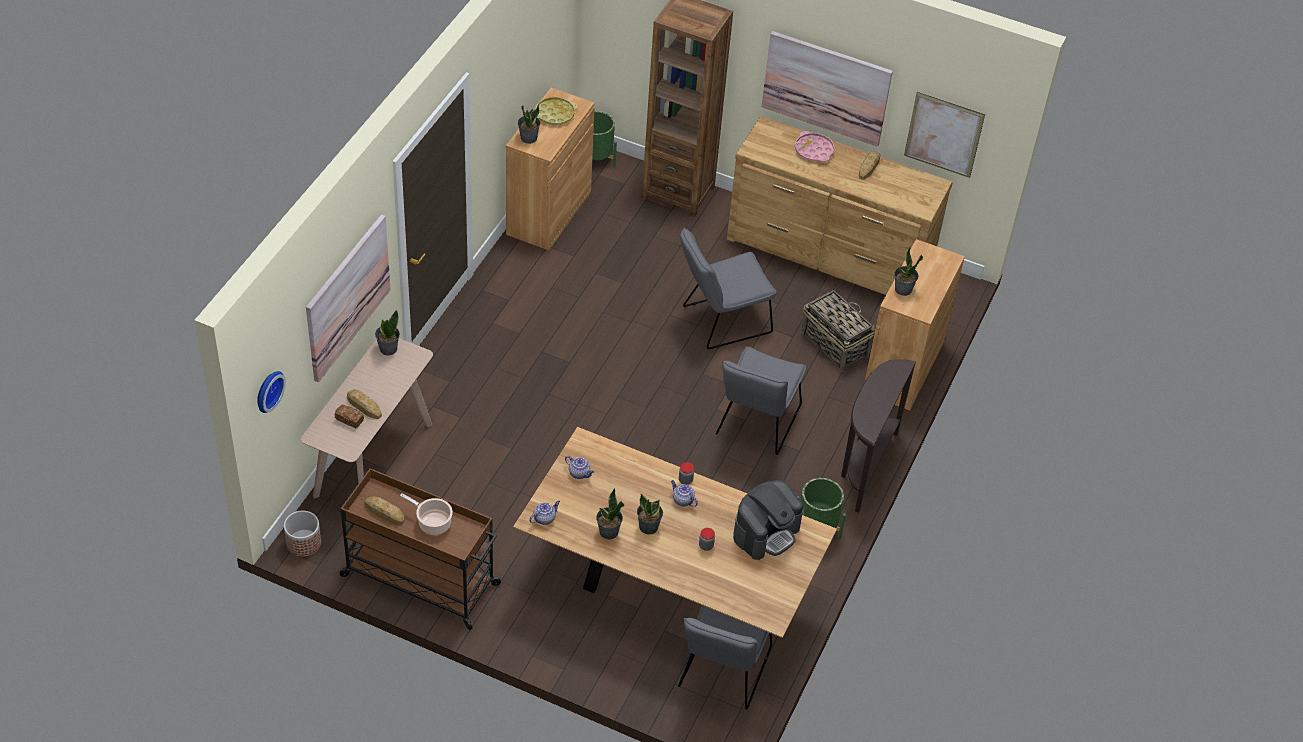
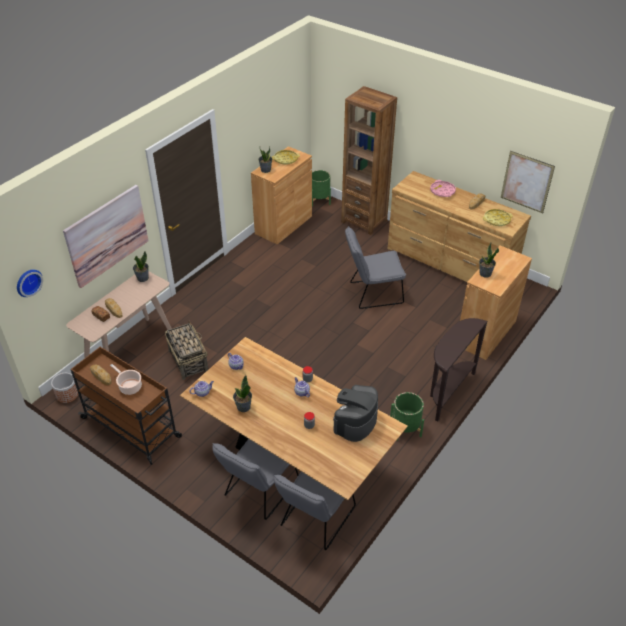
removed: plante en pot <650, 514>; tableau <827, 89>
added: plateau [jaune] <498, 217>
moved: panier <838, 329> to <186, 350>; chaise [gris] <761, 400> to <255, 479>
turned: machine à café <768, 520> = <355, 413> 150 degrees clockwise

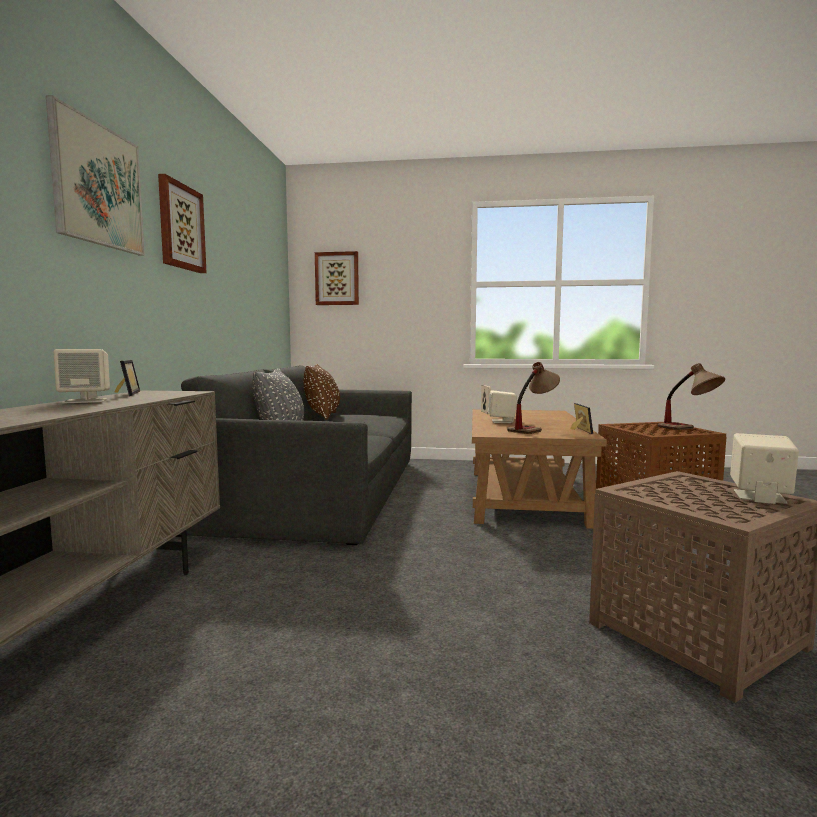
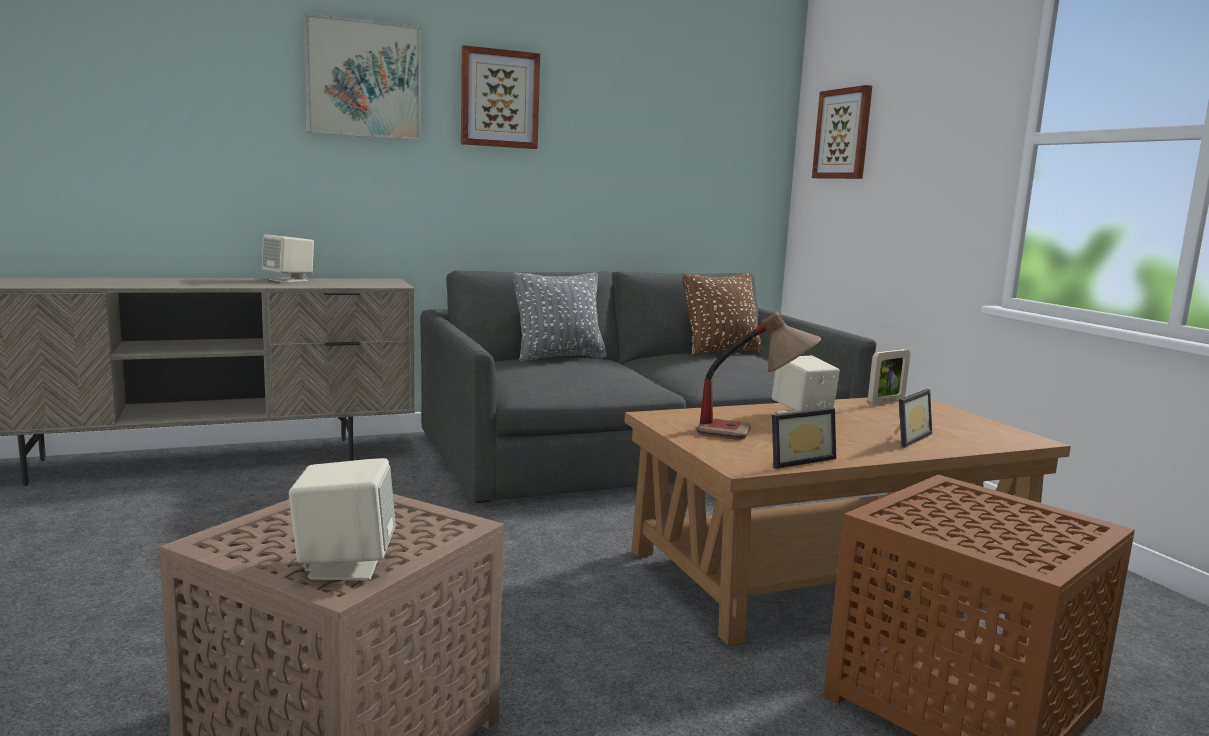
removed: lampe de table <691, 396>
moved: cadre photo <127, 377> to <913, 418>

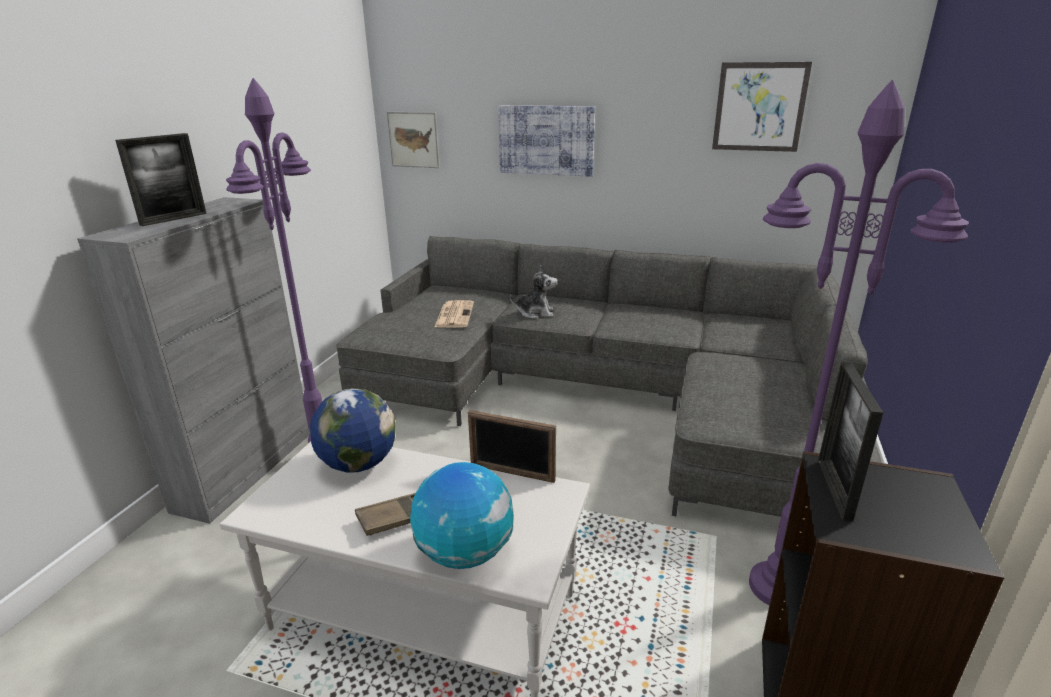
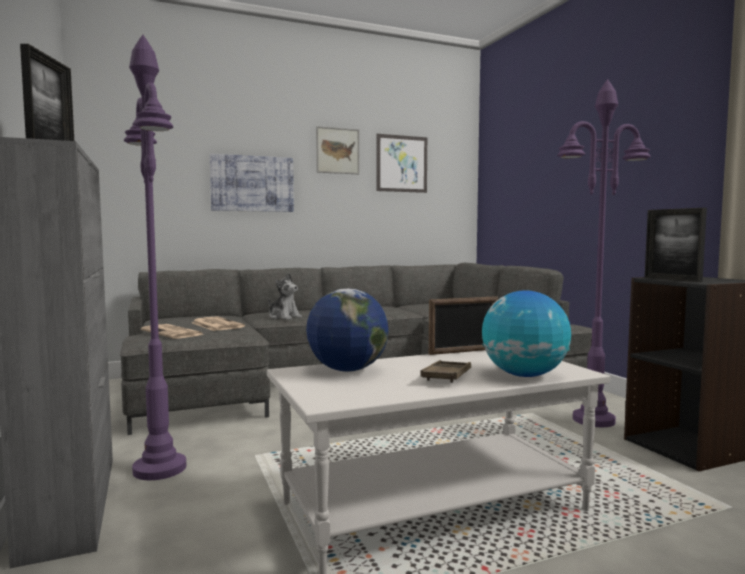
added: journal <173, 331>
moved: tableau <413, 140> to <337, 150>
turned: peluche <534, 292> = <285, 296> 75 degrees clockwise

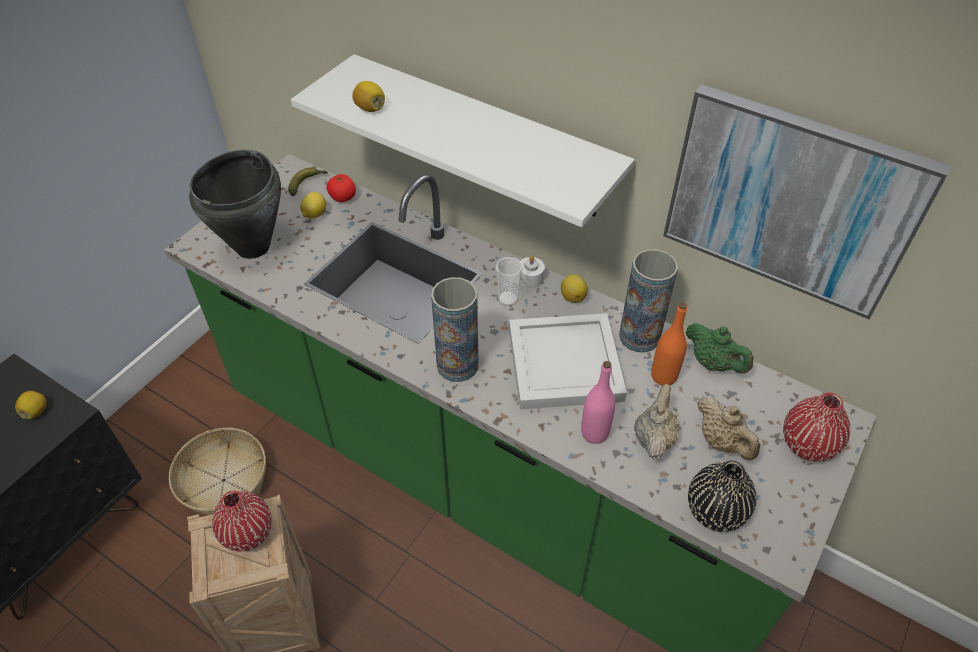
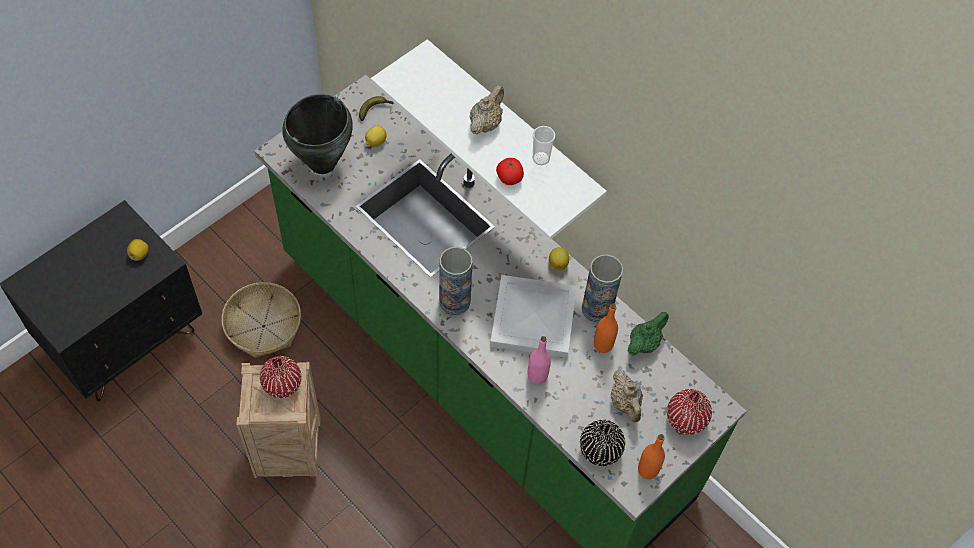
removed: citron <368, 96>; bougie [blanc] <532, 272>; tableau <807, 201>
added: bouteille [orange] <651, 456>
moved: théière [beige] <656, 422> to <487, 110>; tomate <341, 188> to <510, 171>; tasse <509, 281> to <544, 145>
turned: théière [vert] <719, 348> = <648, 334> 105 degrees counterclockwise

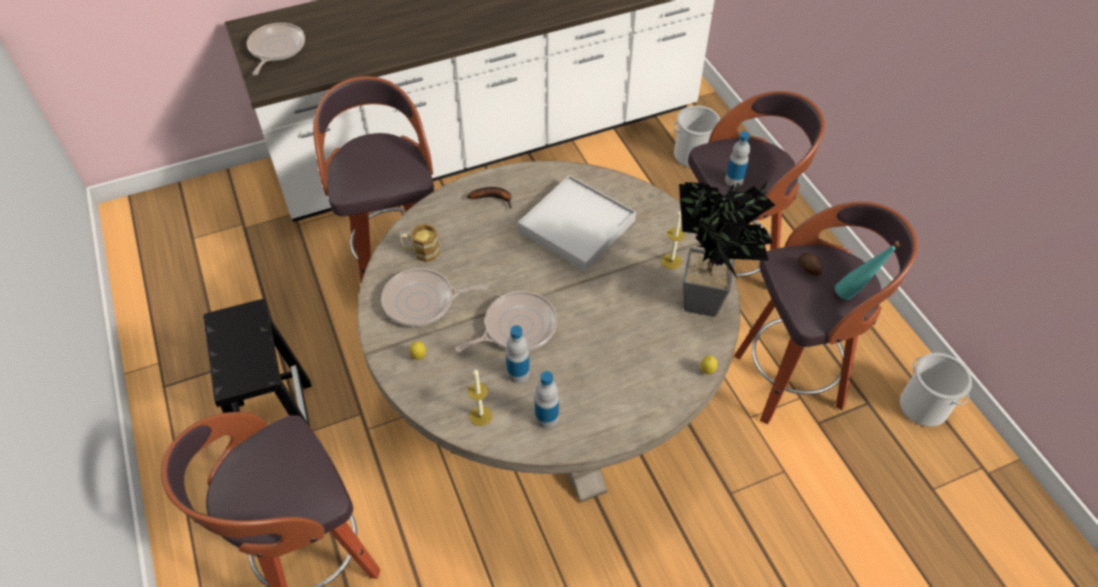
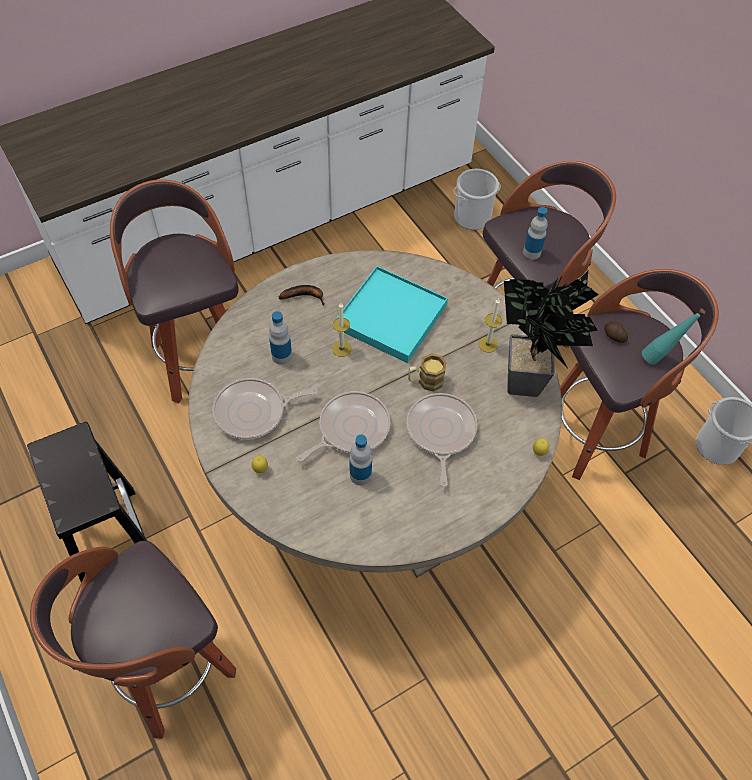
moved: bouteille <547, 400> to <280, 338>; bougie <480, 397> to <342, 330>; poêle <276, 49> to <441, 440>; mug <420, 242> to <427, 372>
recoloured: plateau [blanc] <577, 223> to plateau [turquoise] <391, 314>

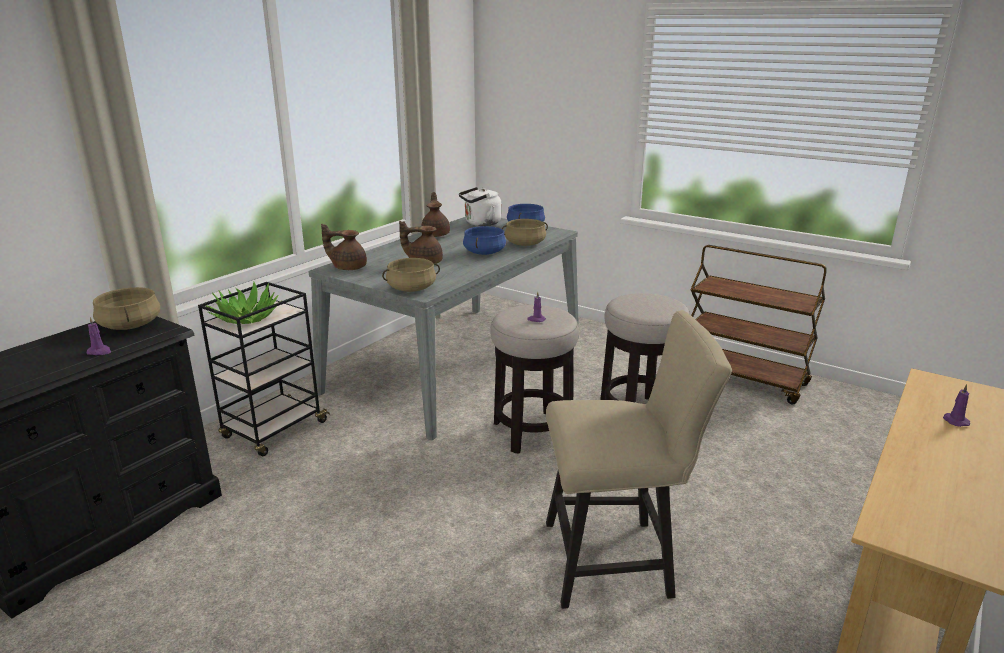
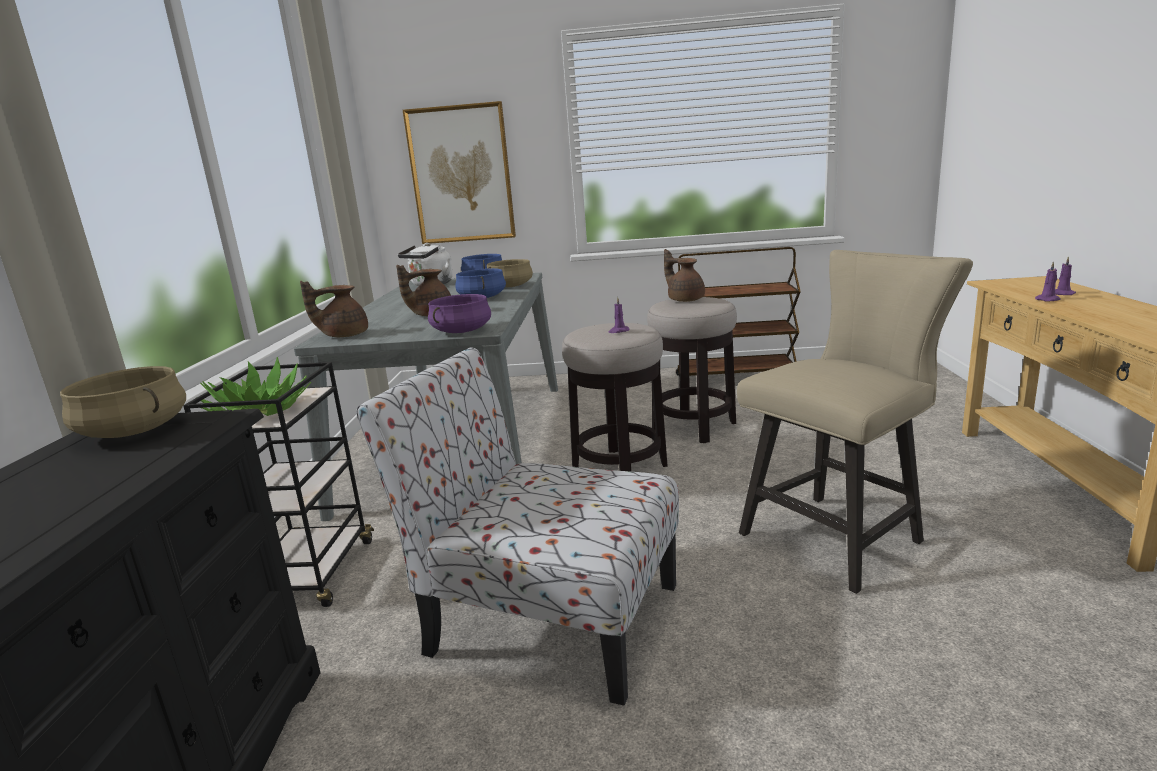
added: chaise <517, 526>; tableau <459, 172>
moved: théière [marron] <435, 214> to <684, 275>; bougie [violet] <99, 336> to <1048, 281>
recoloured: marmite [beige] <411, 275> to marmite [violet] <459, 313>

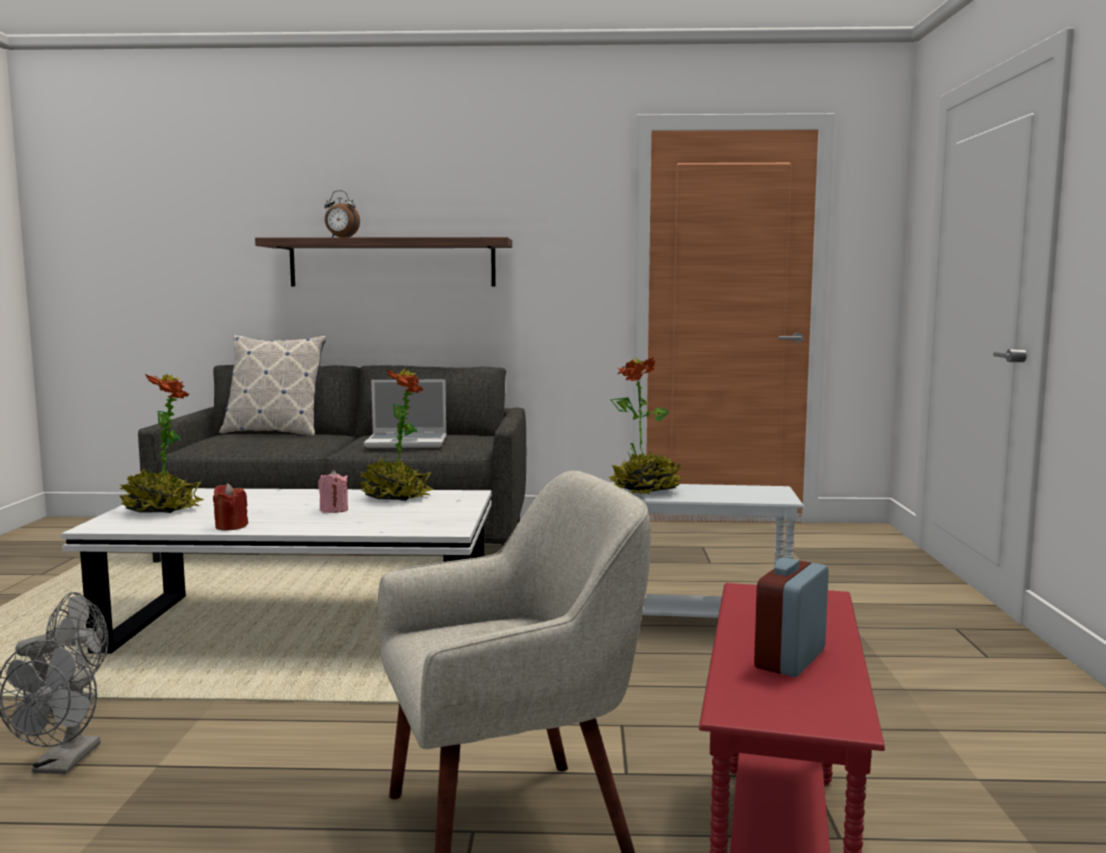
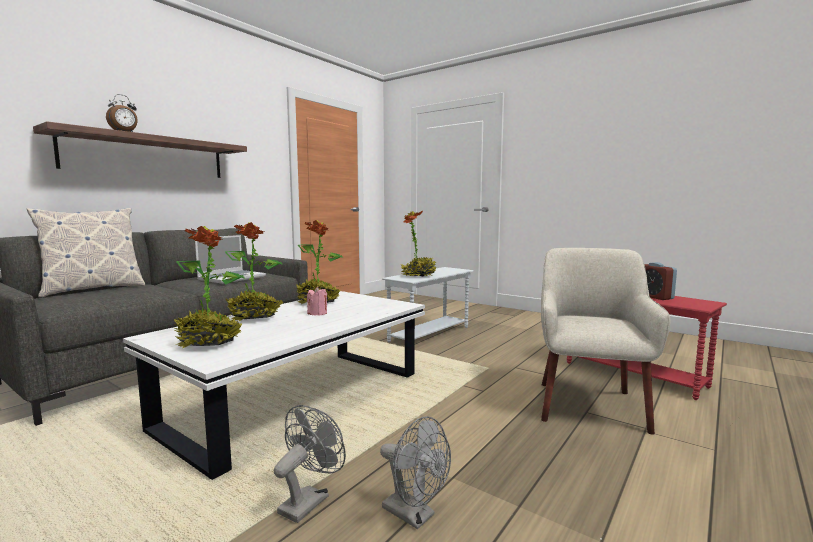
removed: bougie [rouge] <230, 507>
added: plante en pot <254, 271>

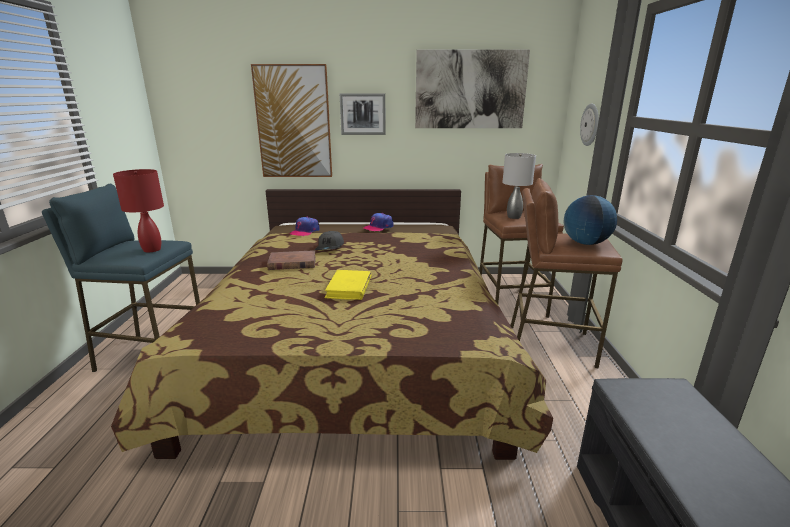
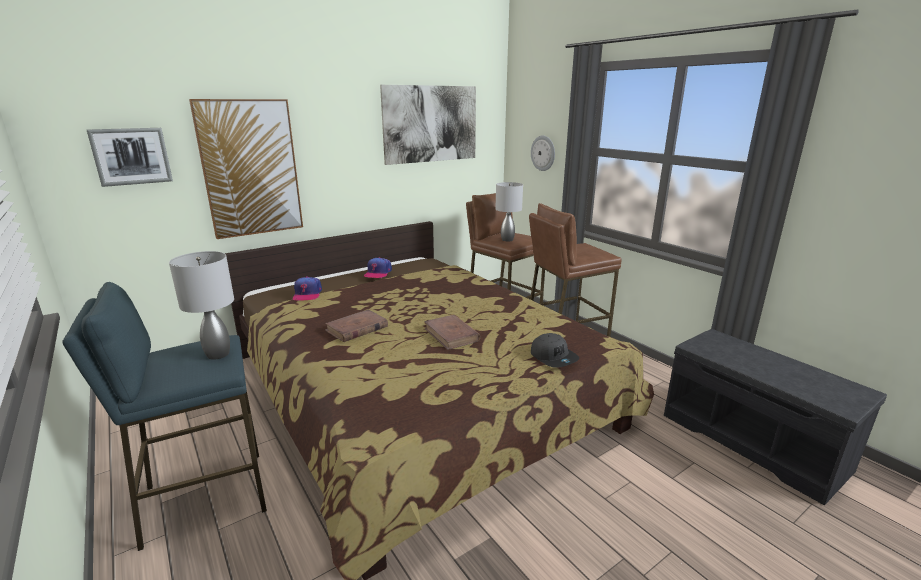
removed: globe <590, 220>
moved: tableau <363, 114> to <130, 157>; casquette [gris] <329, 240> to <555, 350>
recoloured: lampe de table [rouge] <138, 210> to lampe de table [gris] <201, 305>; livre [jaune] <347, 285> to livre [marron] <452, 332>

